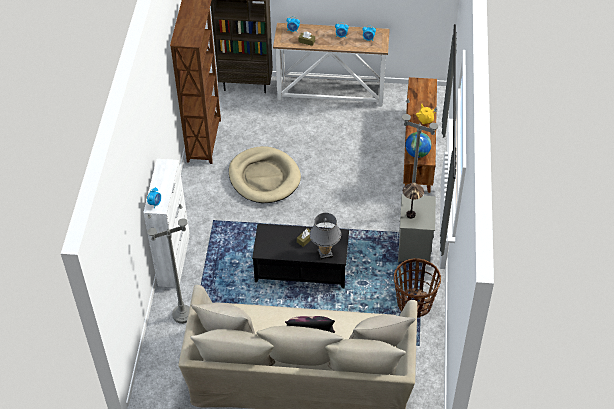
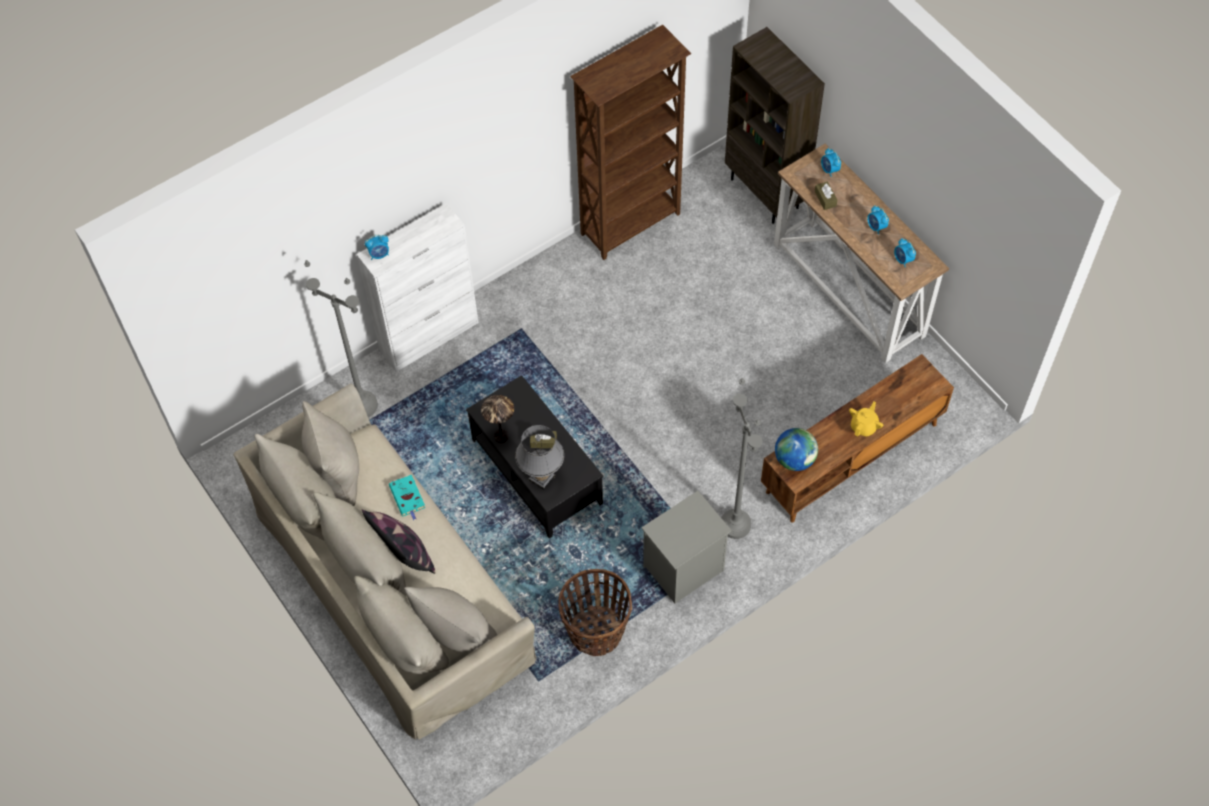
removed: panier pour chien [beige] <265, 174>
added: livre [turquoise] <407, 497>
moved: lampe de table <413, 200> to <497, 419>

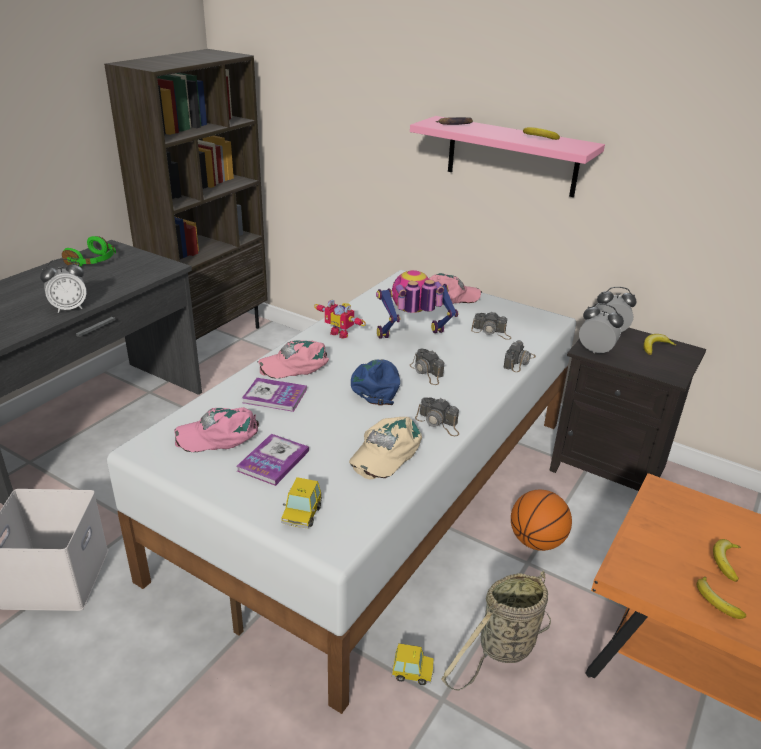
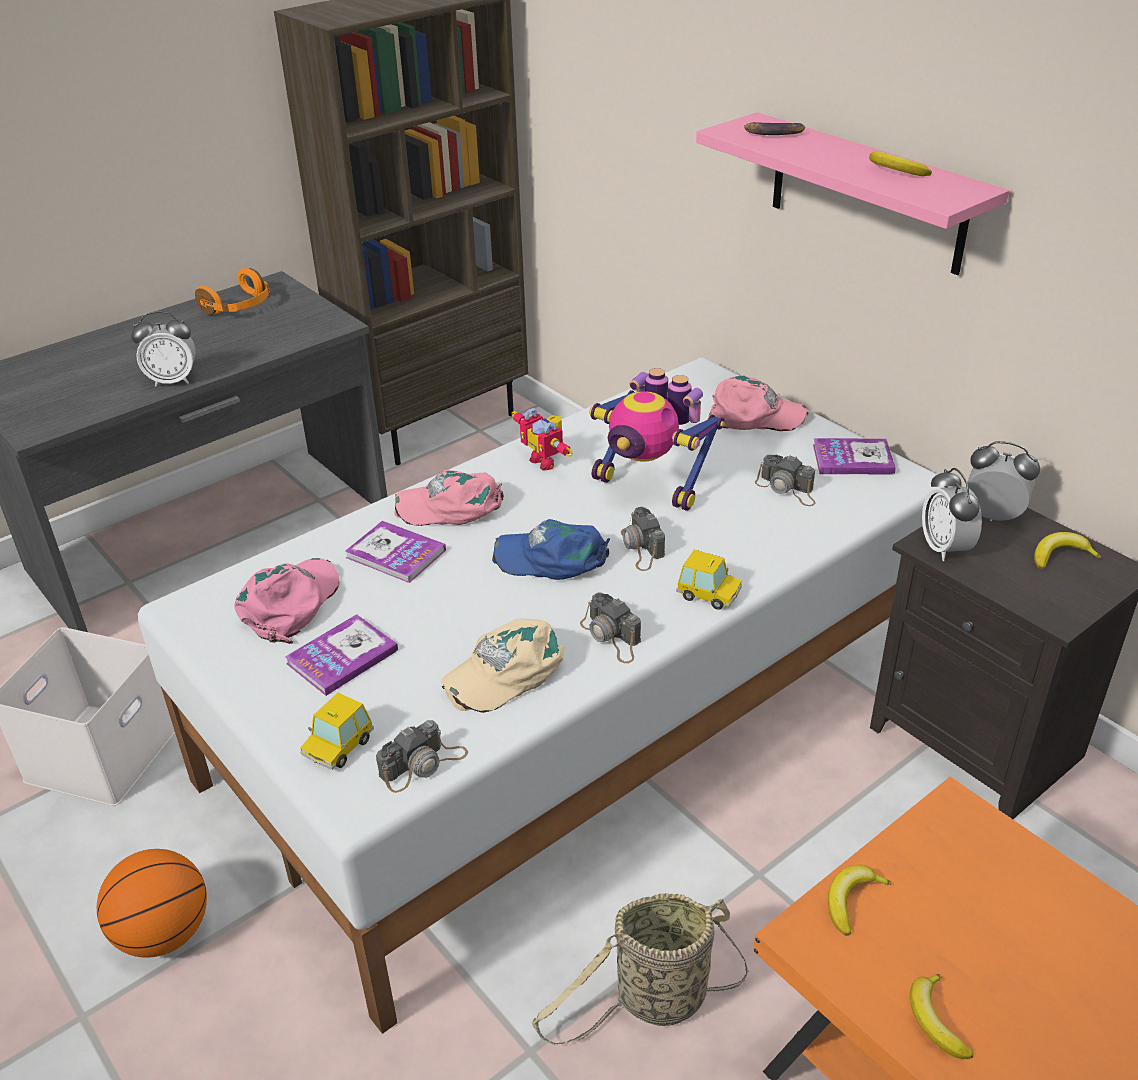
added: livre <854, 456>
moved: ballon de basket <541, 520> to <152, 903>; appareil photo <519, 356> to <422, 756>; petite voiture <412, 664> to <709, 580>; banane <727, 560> to <860, 900>
recoloured: casque audio [vert] <89, 251> to casque audio [orange] <232, 291>
turned: casquette [rose] <216, 429> = <287, 601> 105 degrees clockwise; casquette [bleu] <375, 382> = <551, 549> 105 degrees counterclockwise; robot jouet <417, 304> = <657, 439> 150 degrees counterclockwise; réveil <601, 328> = <952, 514> 150 degrees counterclockwise

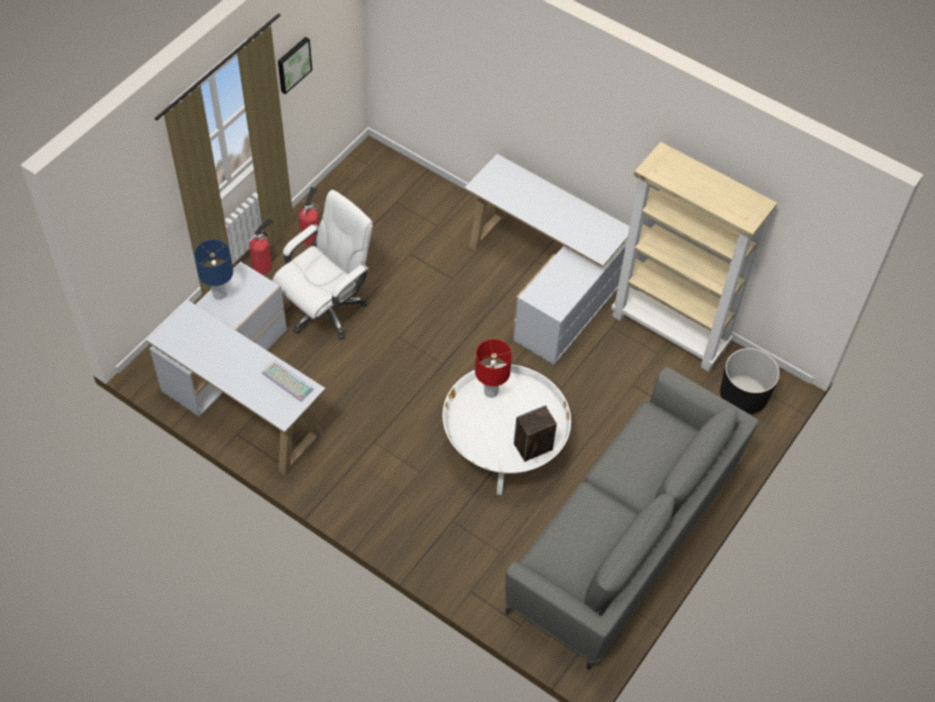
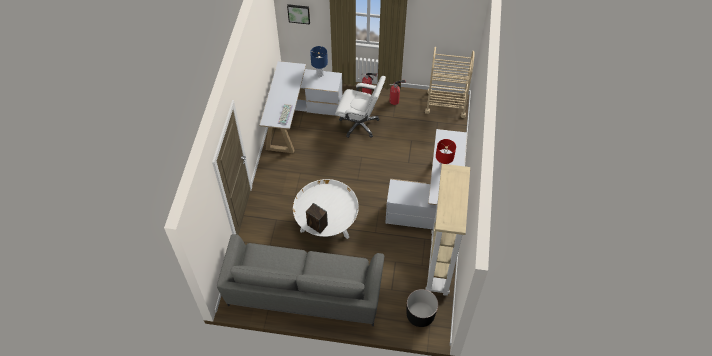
added: chariot [beige] <450, 82>
moved: tableau <295, 65> to <298, 14>; lampe de table [rouge] <493, 368> to <446, 154>

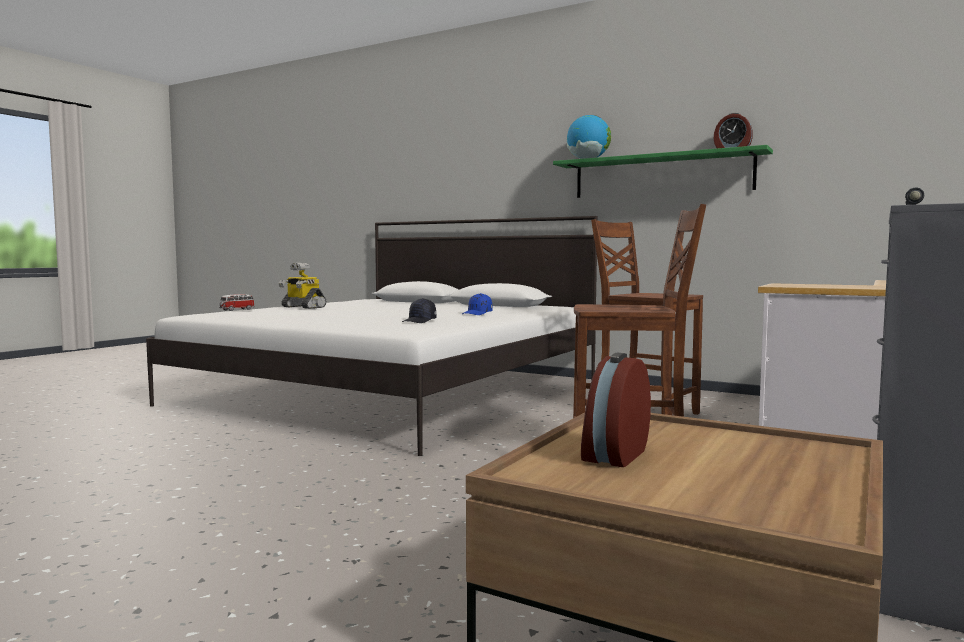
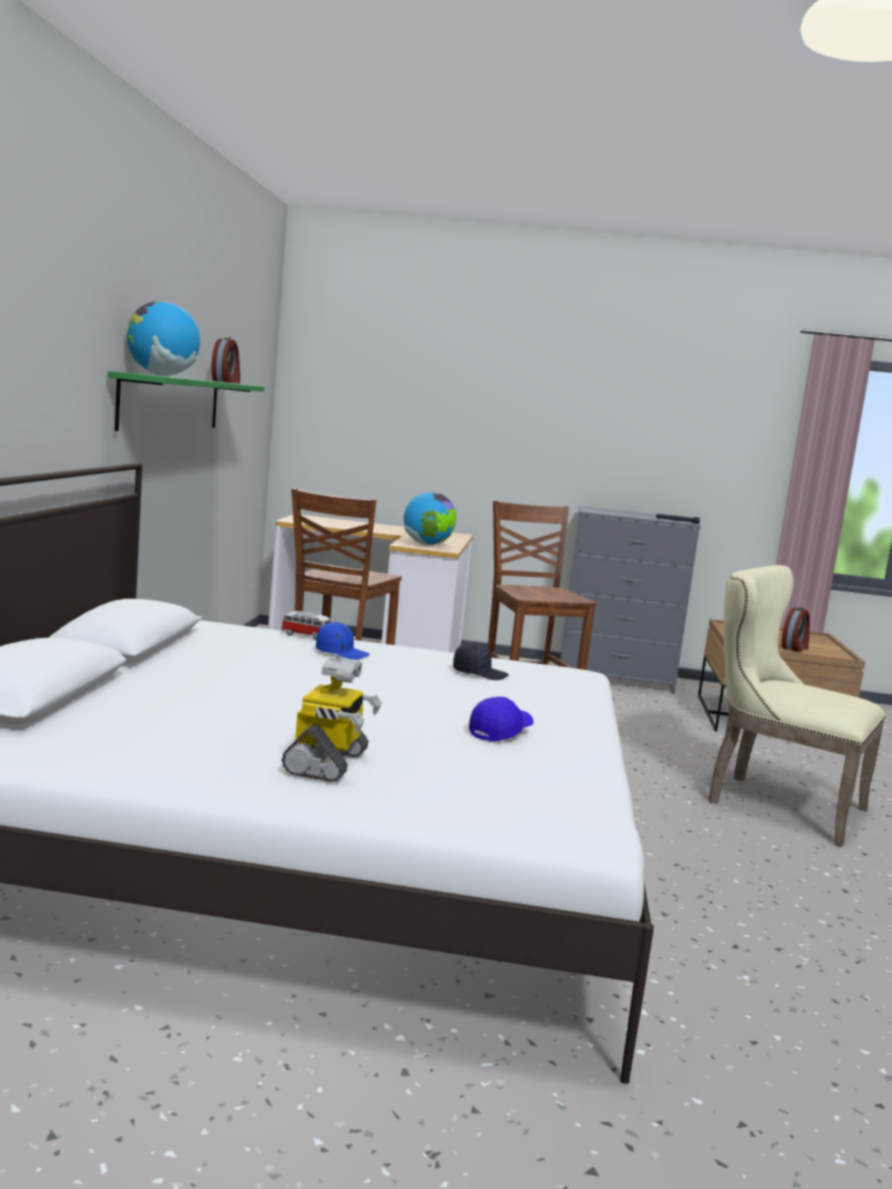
added: globe <430, 519>; casquette [bleu] <501, 719>; chaise [beige] <797, 706>
moved: petite voiture <237, 302> to <305, 625>
turned: réveil <616, 410> = <796, 629> 60 degrees counterclockwise

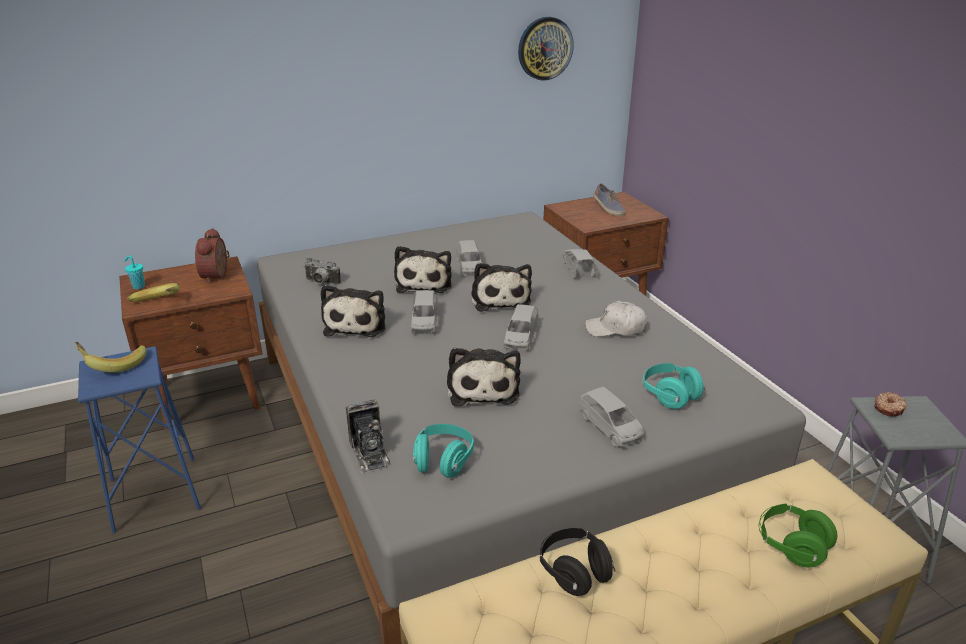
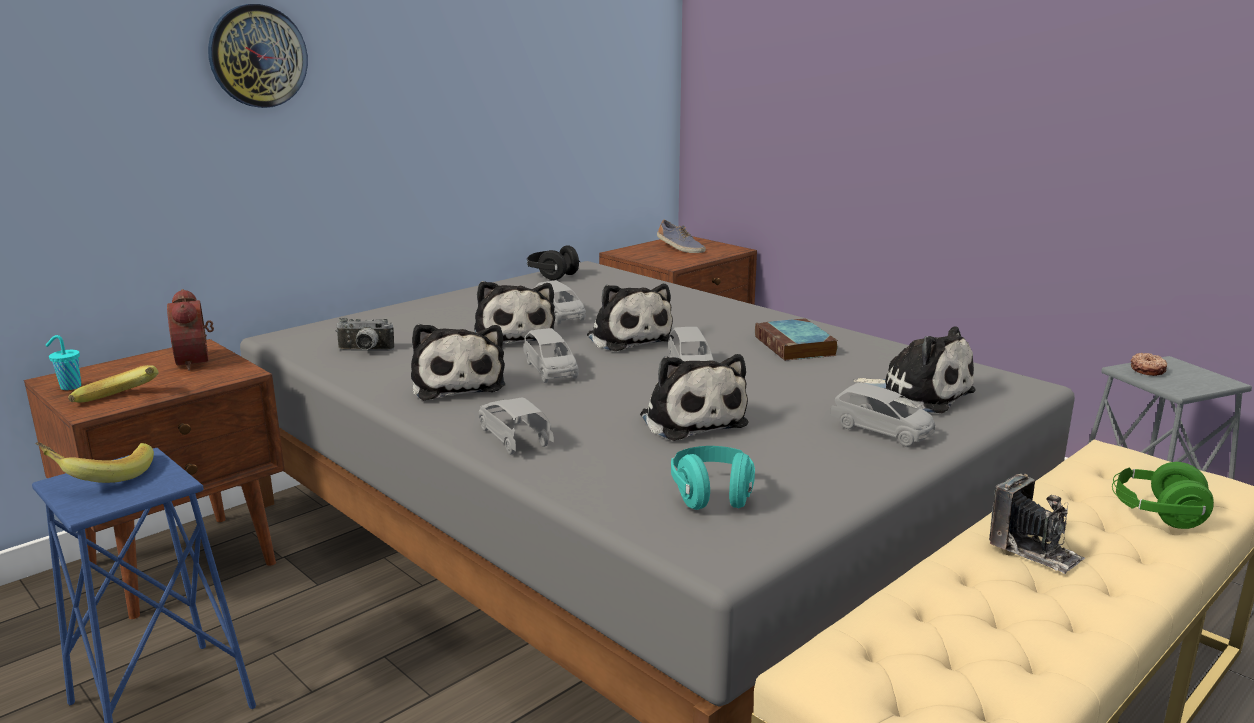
moved: horloge murale <546, 49> to <258, 56>; petite voiture [gris] <580, 264> to <516, 425>; casque audio [noir] <577, 562> to <554, 262>; appareil photo <369, 436> to <1037, 524>
replaced: casquette [blanc] <616, 319> to livre <796, 339>; casque audio [turquoise] <674, 386> to peluche <914, 369>

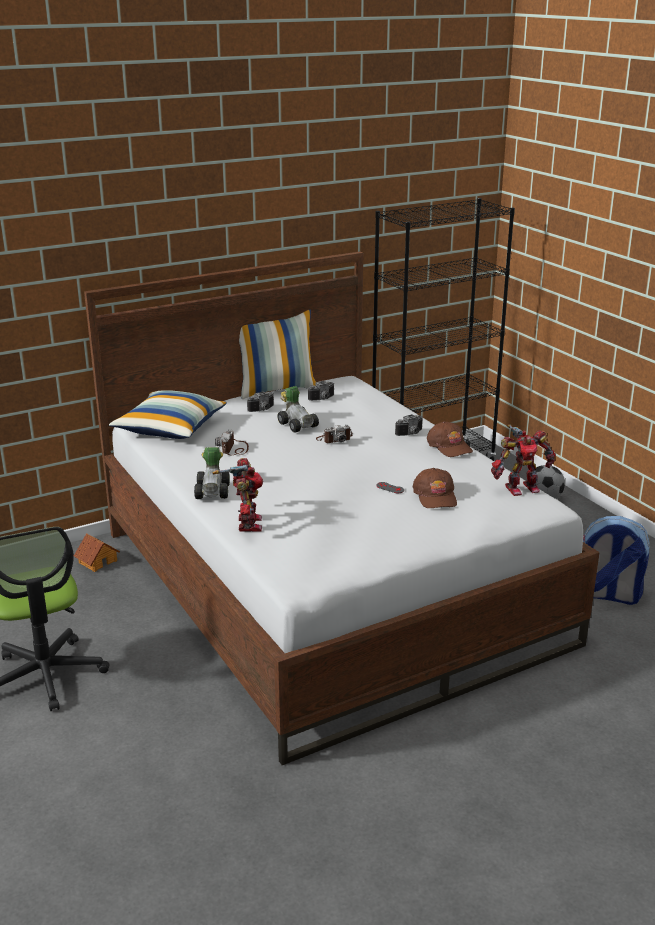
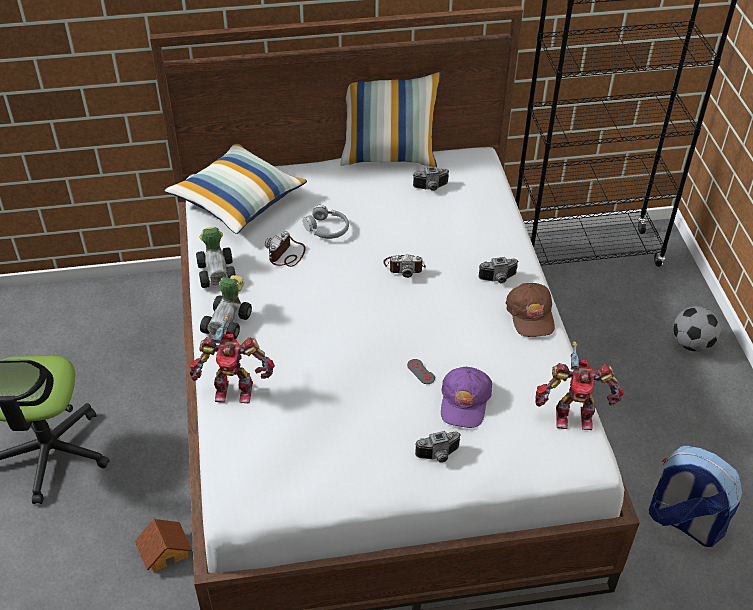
added: casque audio [gris] <326, 222>
moved: maison miniature <97, 552> to <163, 545>; petite voiture <298, 409> to <216, 257>; appareil photo <260, 401> to <438, 447>
recoloured: casquette [marron] <434, 488> to casquette [violet] <466, 397>
turned: robot jouet <237, 495> = <232, 359> 75 degrees clockwise

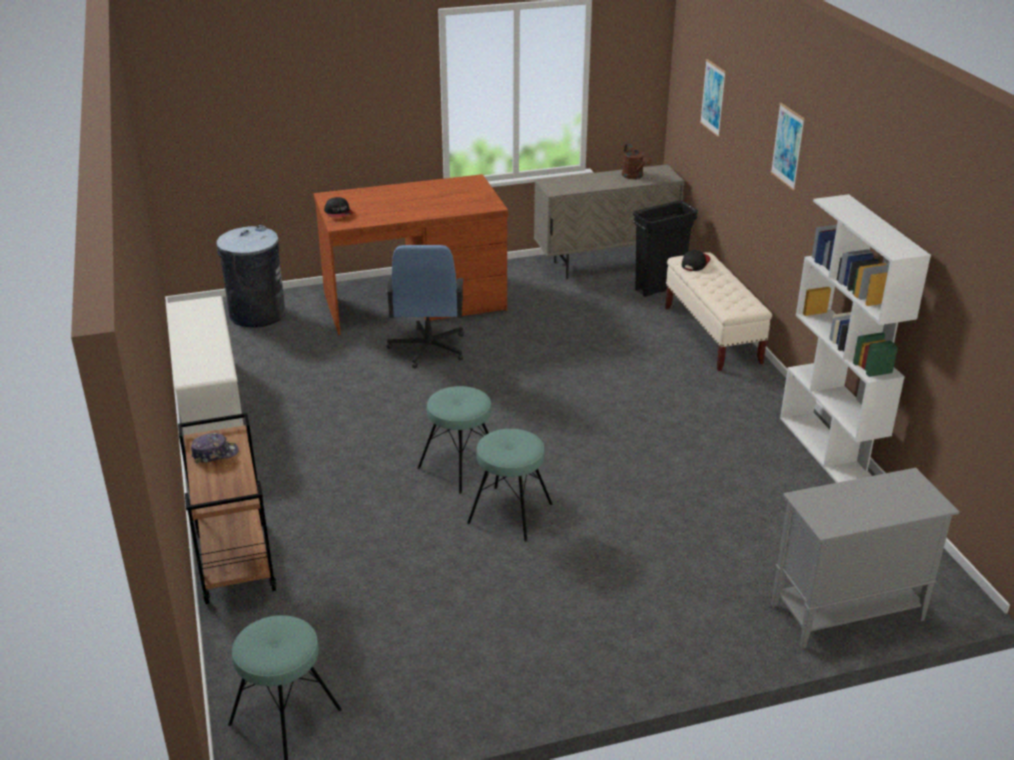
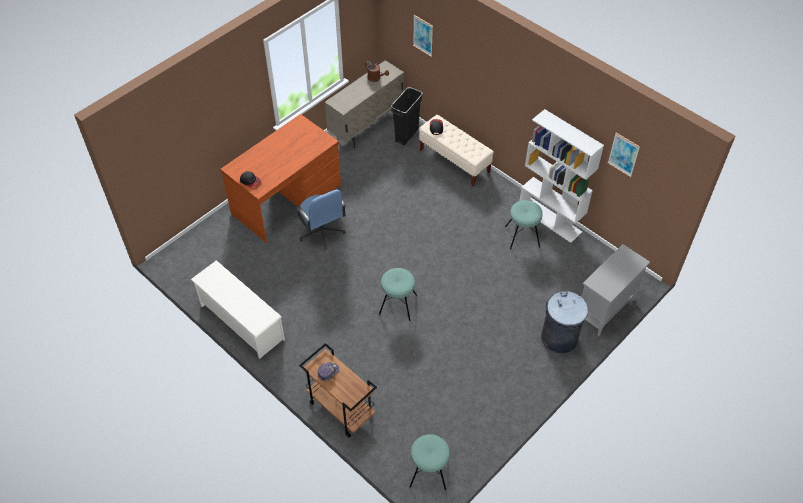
moved: tabouret [turquoise] <510, 485> to <524, 225>; poubelle [gris] <250, 276> to <564, 322>; tableau <787, 146> to <624, 155>

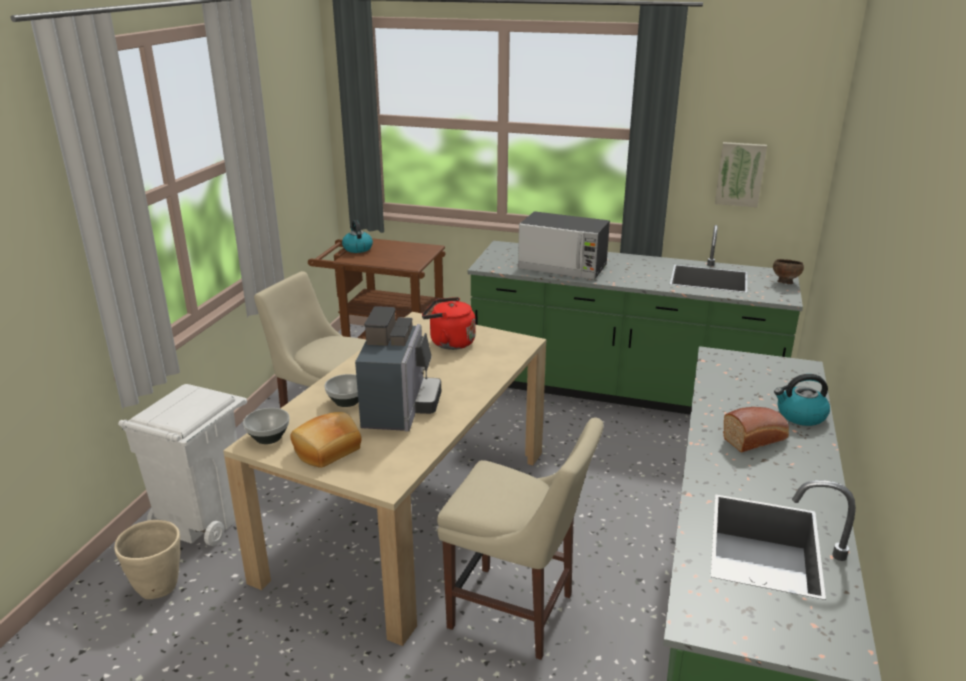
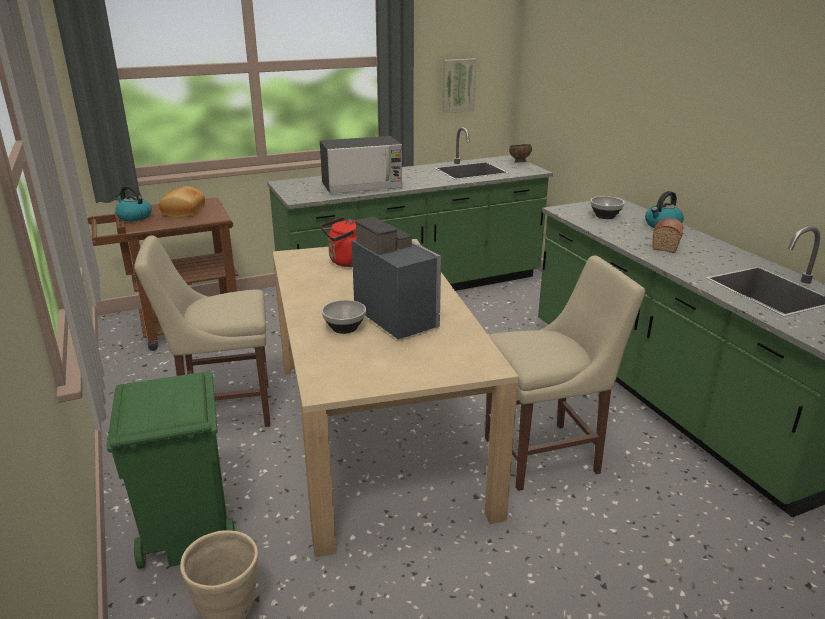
moved: pain <325, 440> to <182, 202>; bol <266, 426> to <607, 207>
recoloured: poubelle [blanc] <182, 465> to poubelle [vert] <171, 470>

